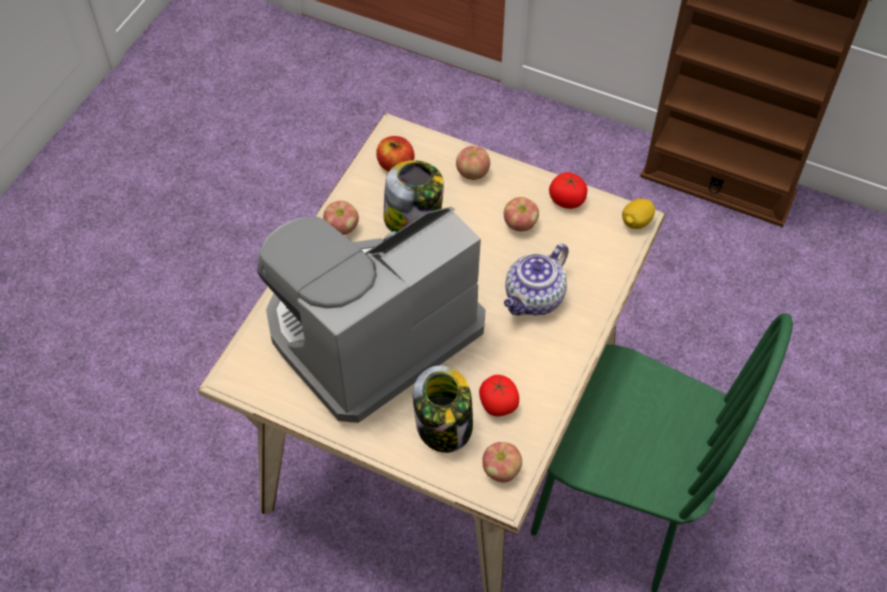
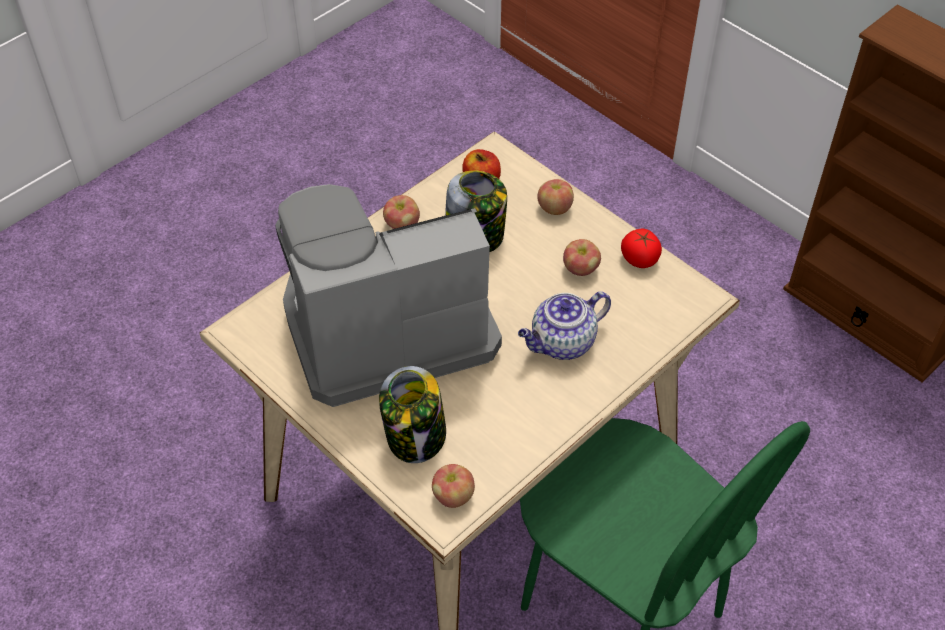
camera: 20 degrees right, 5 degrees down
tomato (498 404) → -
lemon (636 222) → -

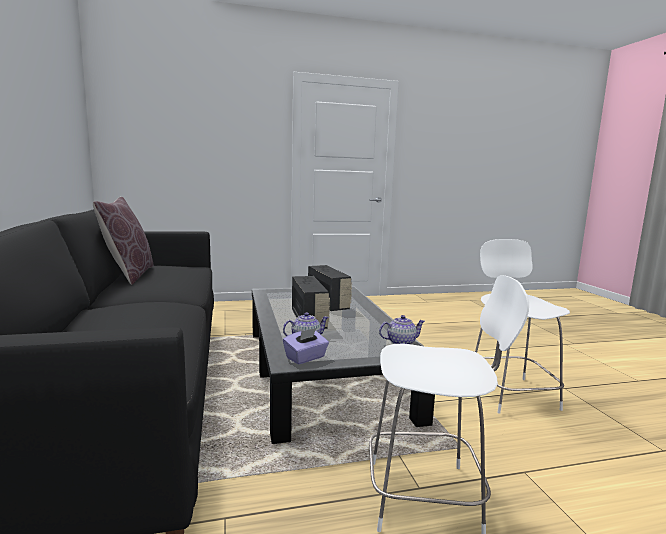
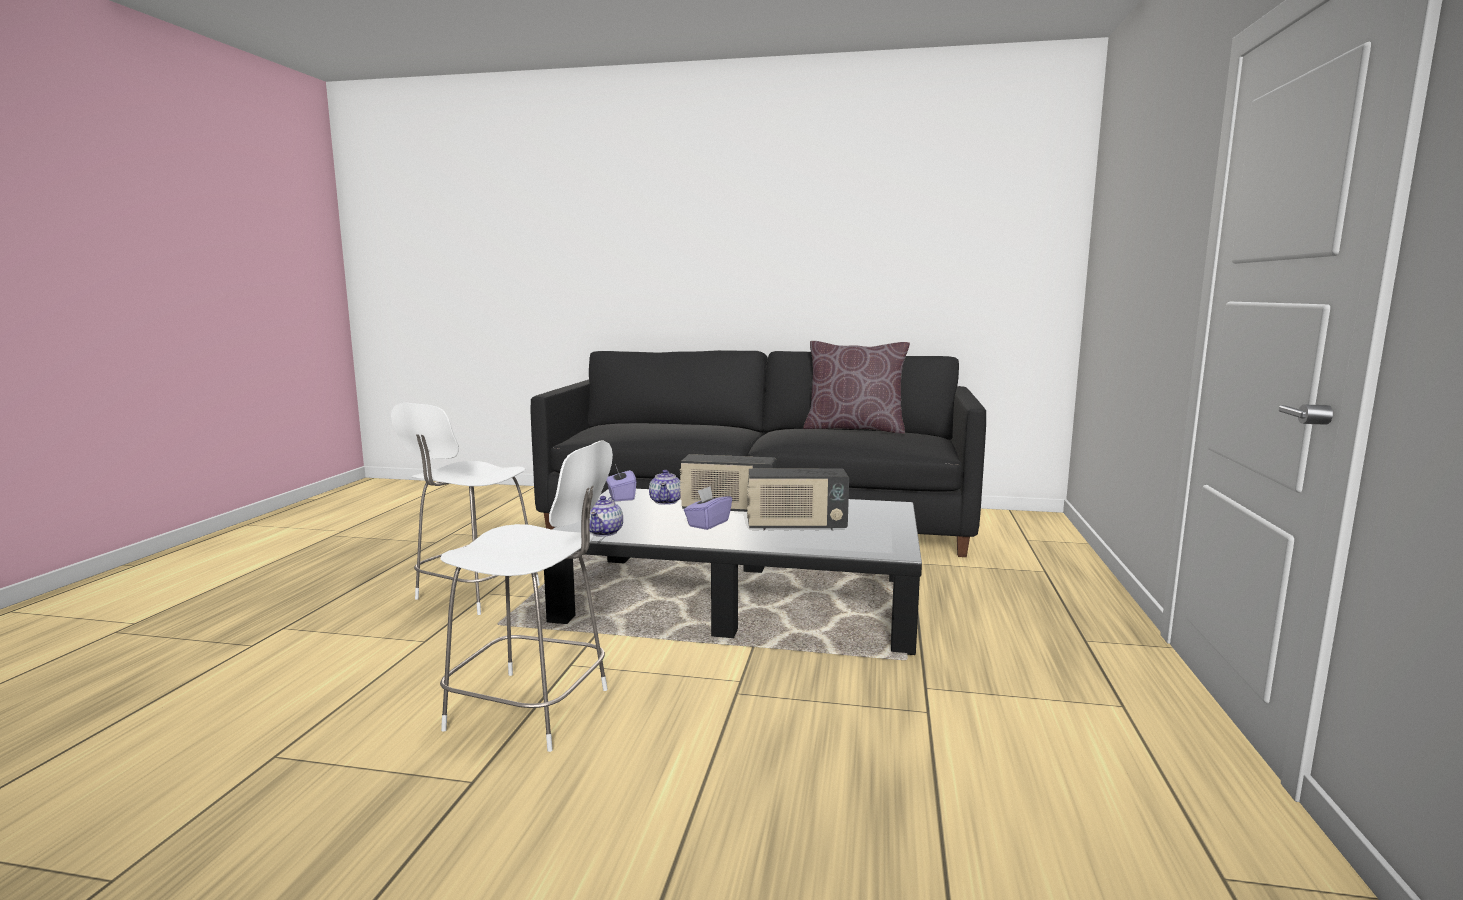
camera: 115 degrees right, 0 degrees up
- → tissue box/purple (708 523)

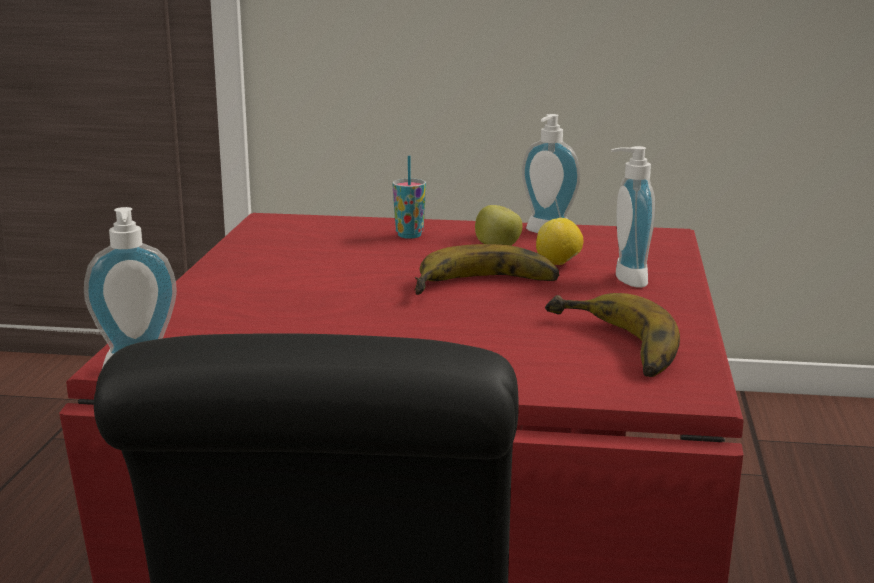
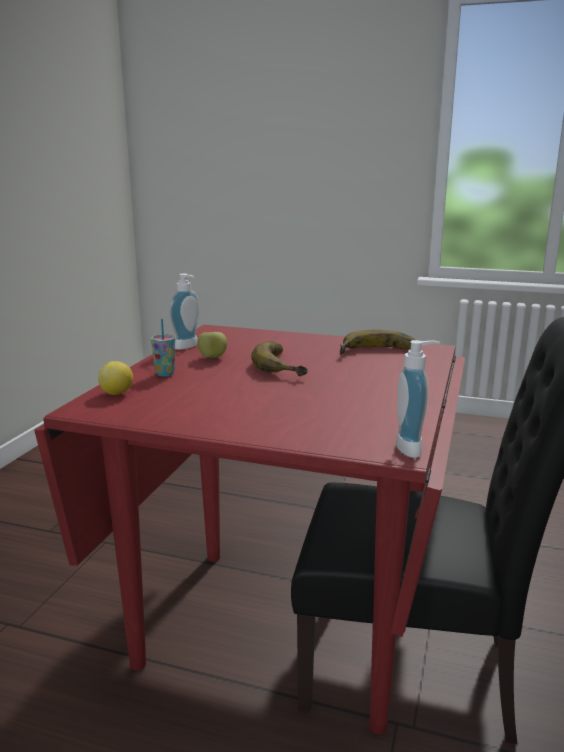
camera: 80 degrees left, 0 degrees up
lemon (559 264) → lemon (117 393), relocated
soap dispenser (625 279) → -

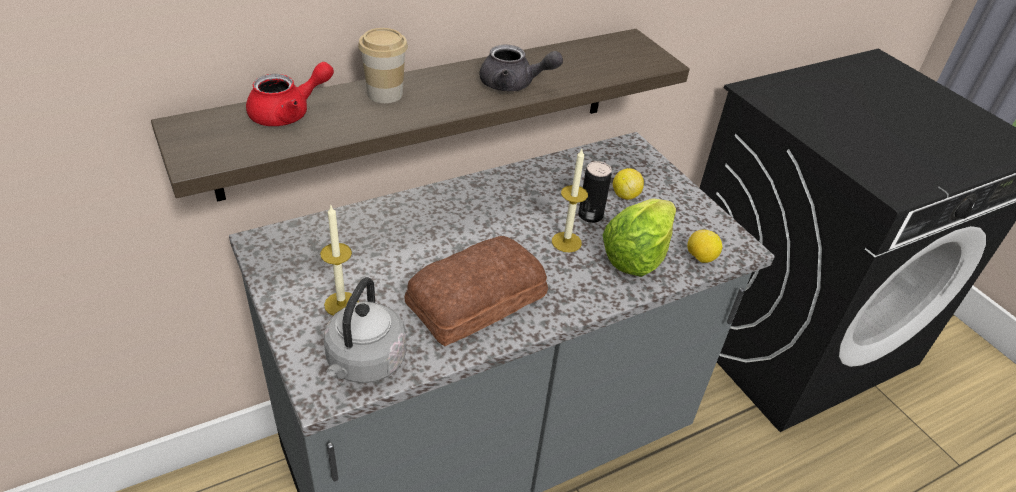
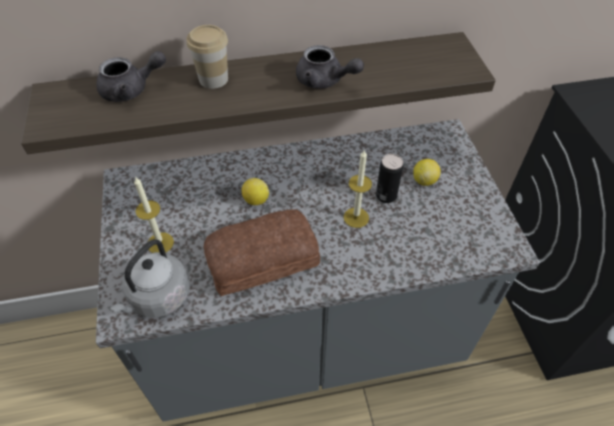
camera: 20 degrees right, 10 degrees up
teapot/red (289 113) → teapot/grey (131 90)
lettuce (637 256) → -
lemon (700 258) → lemon (256 200), relocated

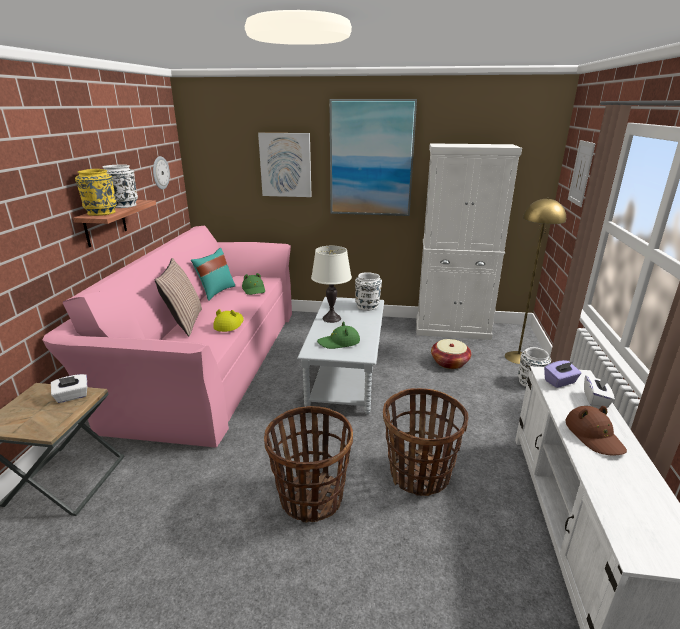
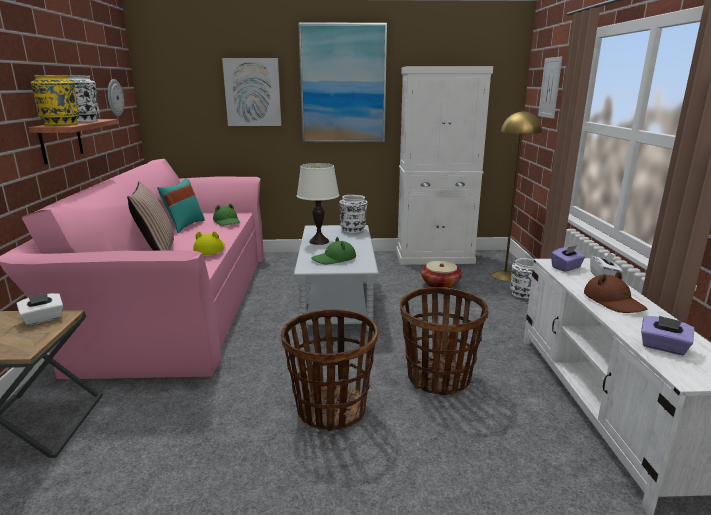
camera: 10 degrees left, 5 degrees down
- → tissue box/purple (663 347)

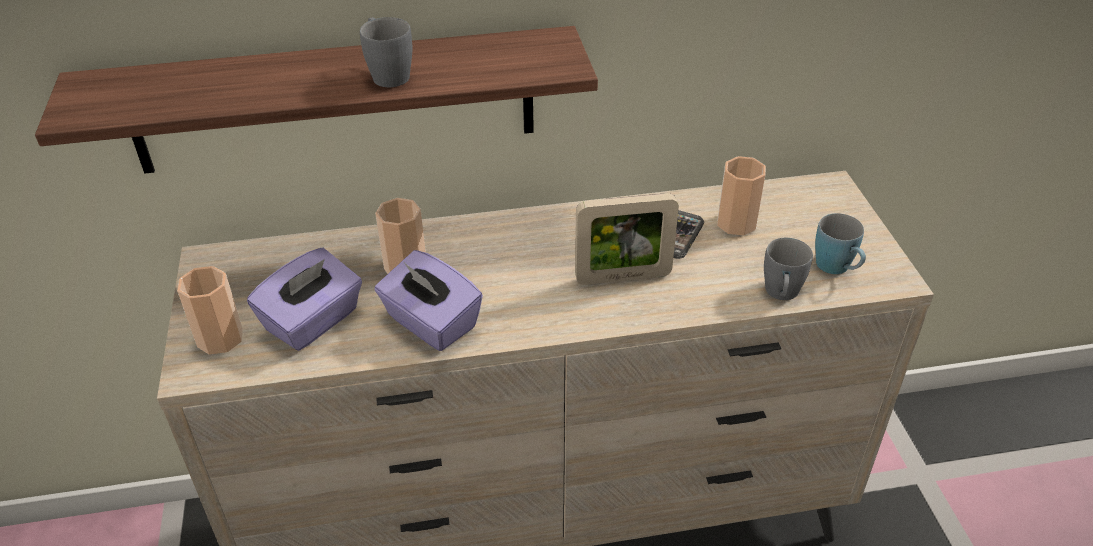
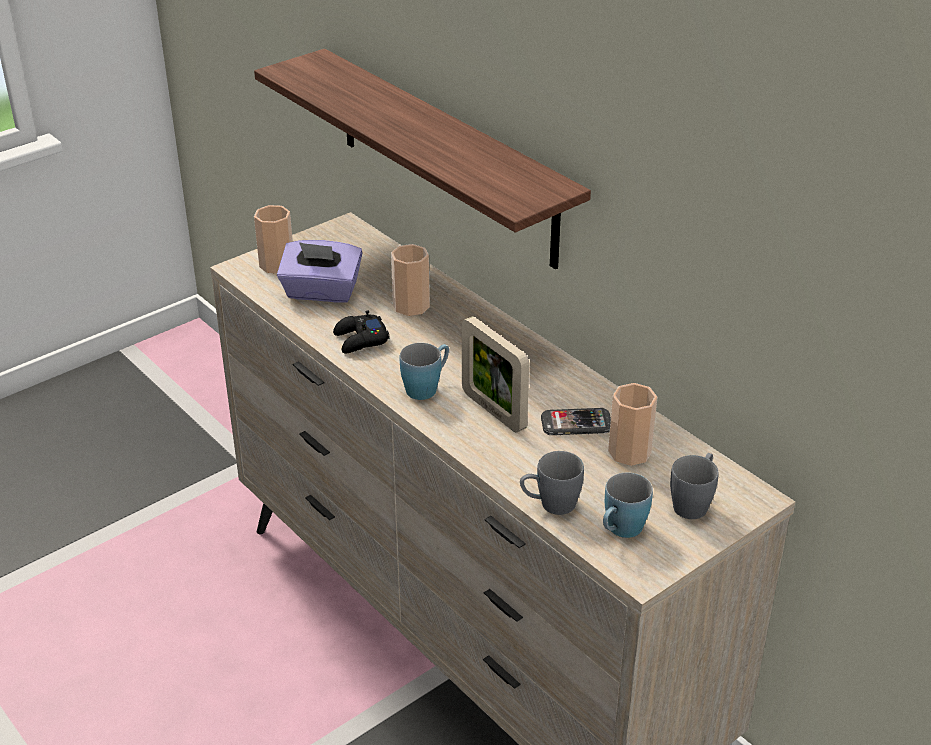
camera: 60 degrees right, 5 degrees down
mug/grey (387 73) → mug/grey (693 502), relocated
tissue box/purple (430 323) → game controller/black (360 340)
- → mug/blue (427 387)

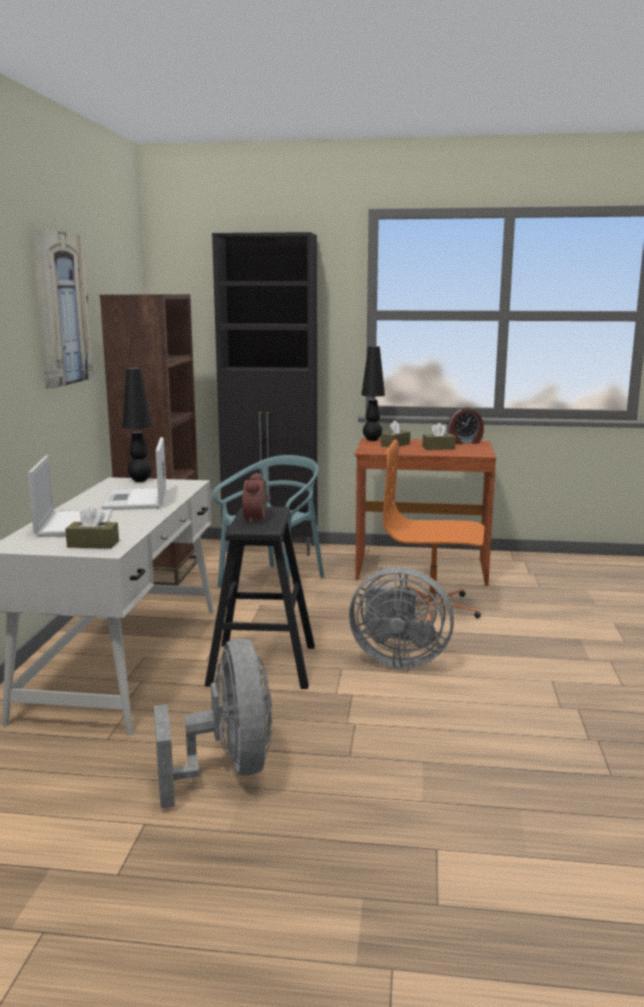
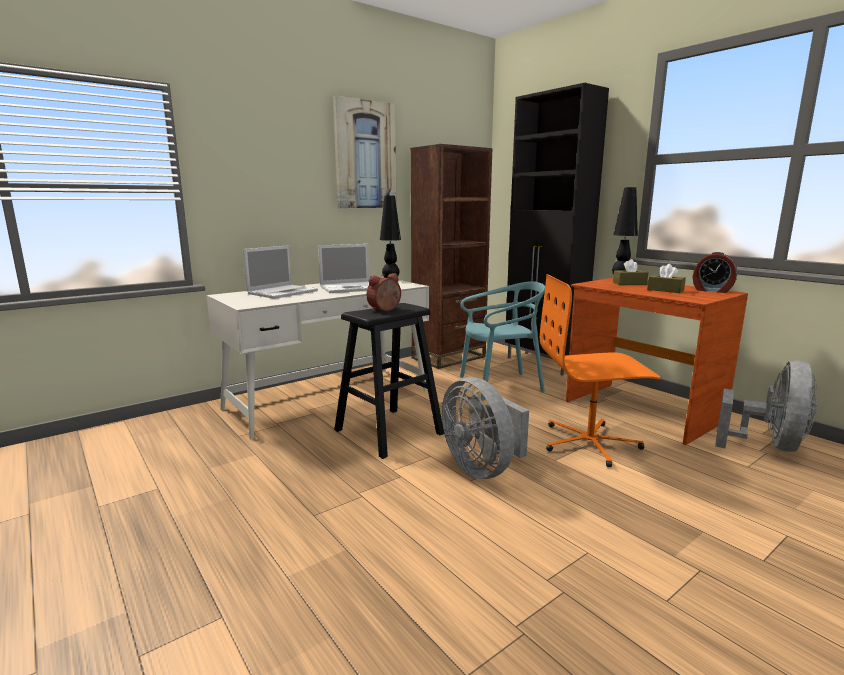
camera: 45 degrees right, 0 degrees up
tissue box/brown (93 544) → -
laptop (136 500) → laptop (351 288), 150 degrees counterclockwise
fan/grey (227 769) → fan/grey (769 446), relocated
office chair/orange (432 608) → office chair/orange (590 443), 60 degrees counterclockwise

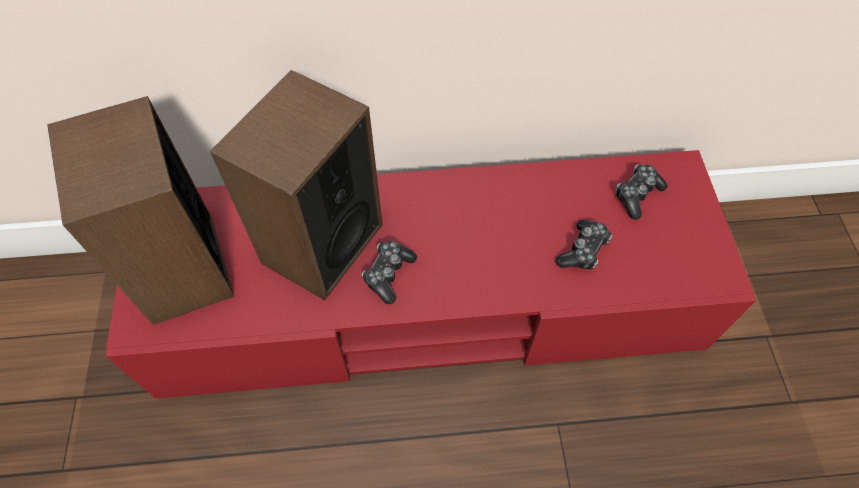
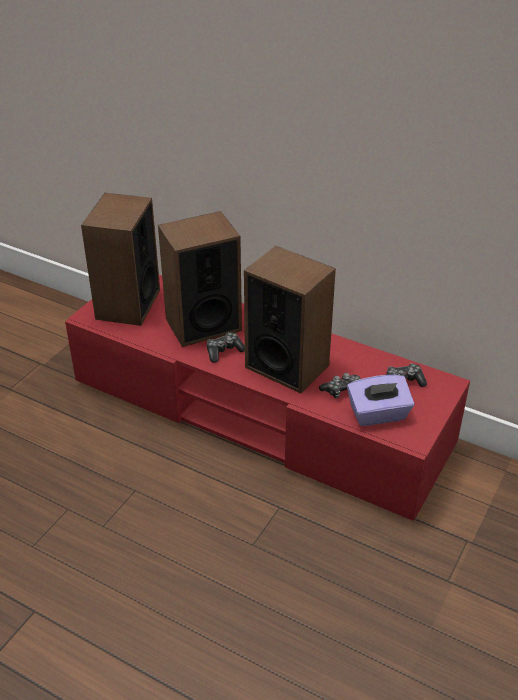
camera: 35 degrees right, 20 degrees down
- → speaker (287 366)
- → tissue box/purple (378 414)

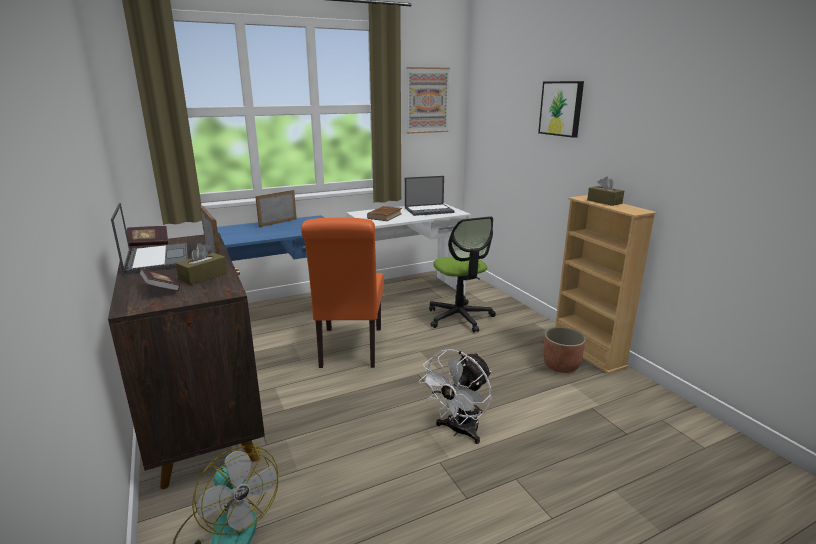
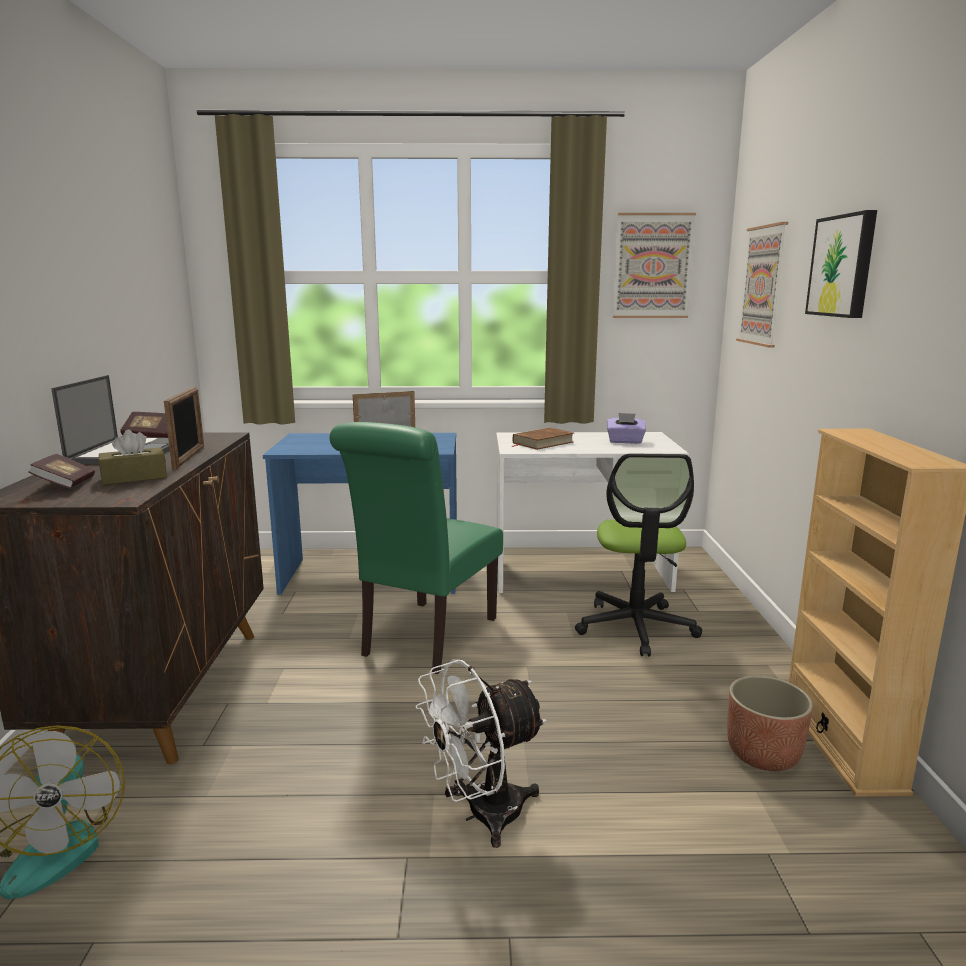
camera: 25 degrees right, 5 degrees down
chair/orange (350 350) → chair/green (425 639)
laptop (429 210) → tissue box/purple (625 441)
tissue box/brown (604 202) → -
- → picture (763 285)

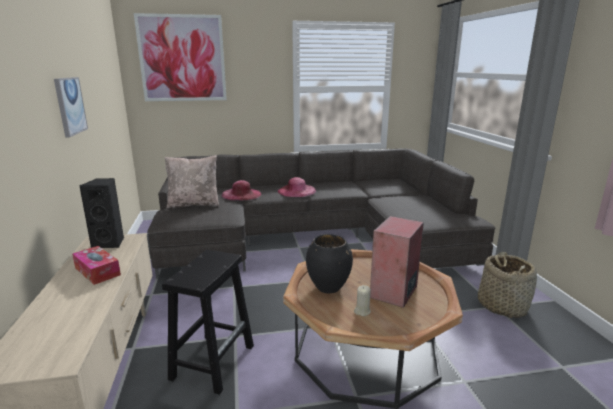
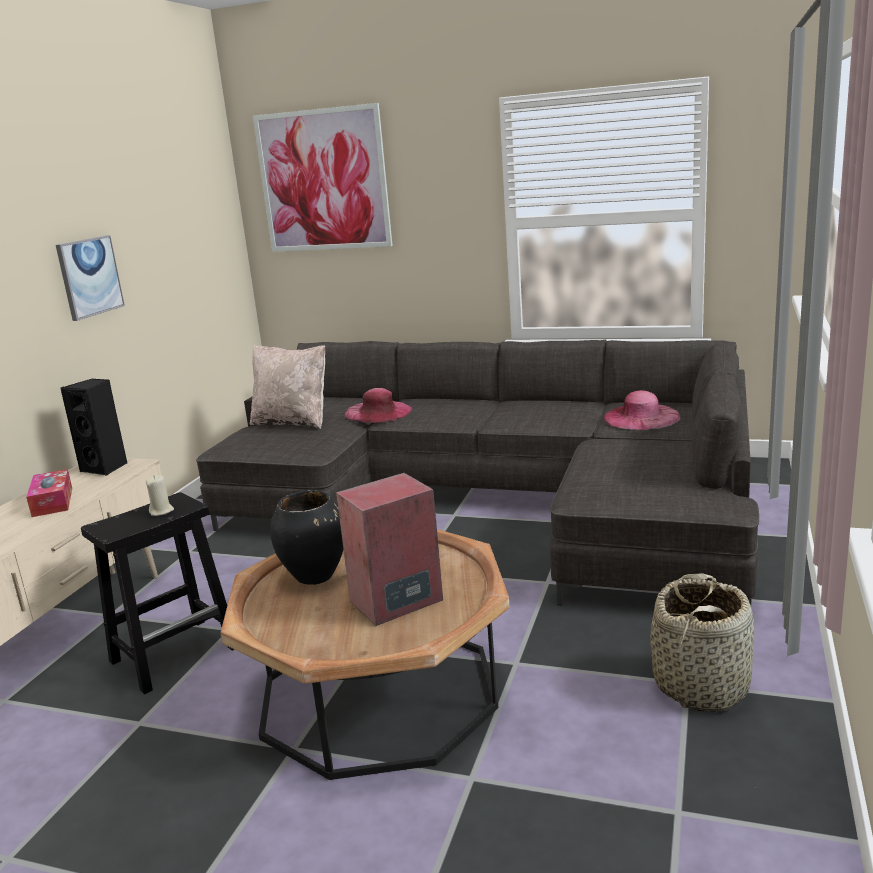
camera: 30 degrees right, 0 degrees up
hat/pink (296 191) → hat/pink (641 417), relocated
candle/beige (362 311) → candle/beige (161 511), relocated

